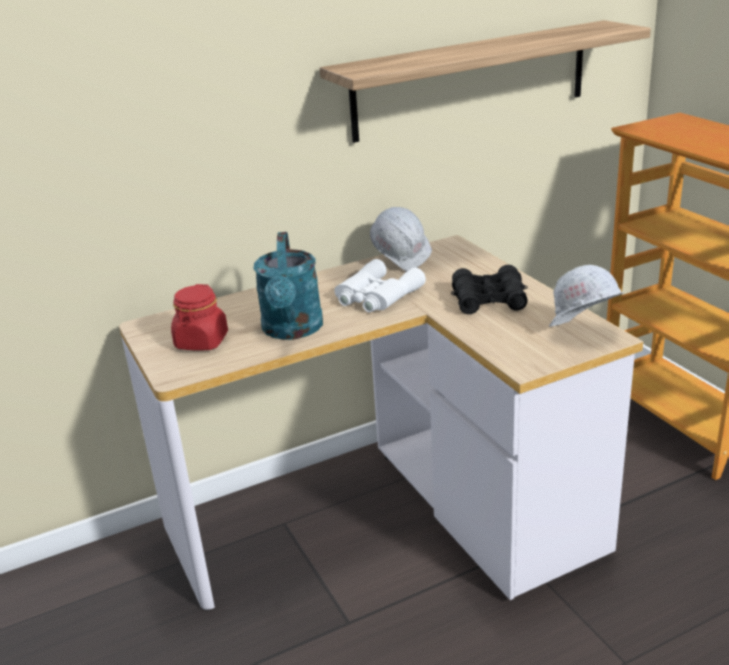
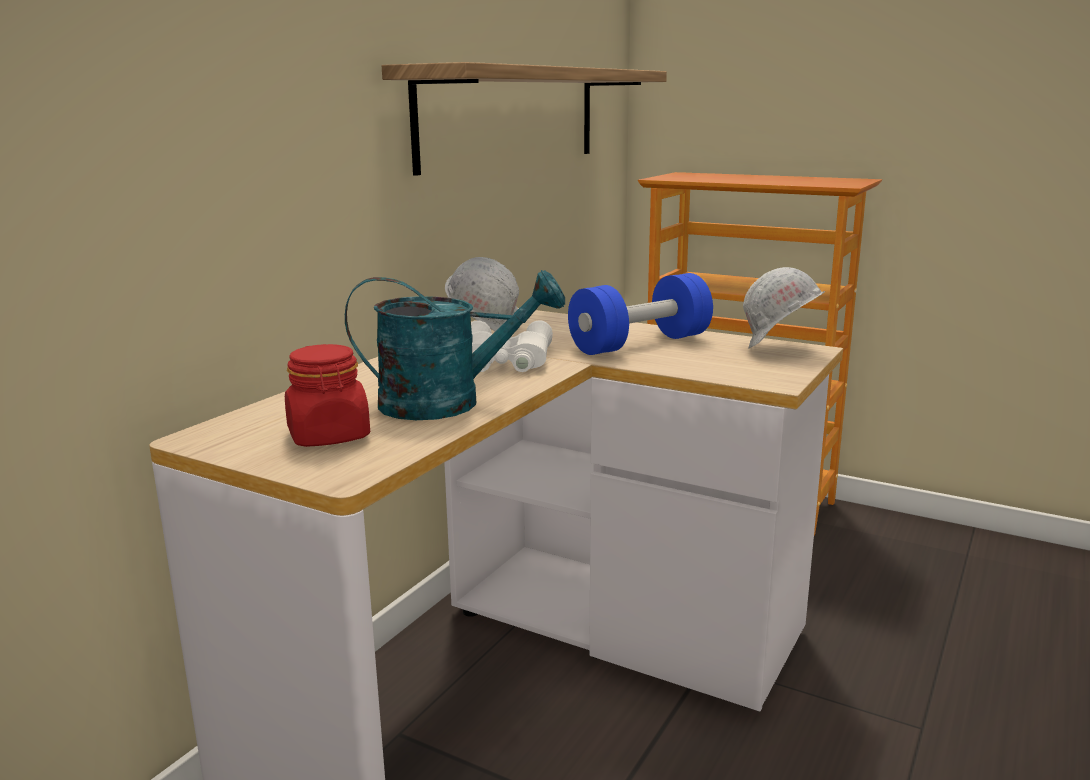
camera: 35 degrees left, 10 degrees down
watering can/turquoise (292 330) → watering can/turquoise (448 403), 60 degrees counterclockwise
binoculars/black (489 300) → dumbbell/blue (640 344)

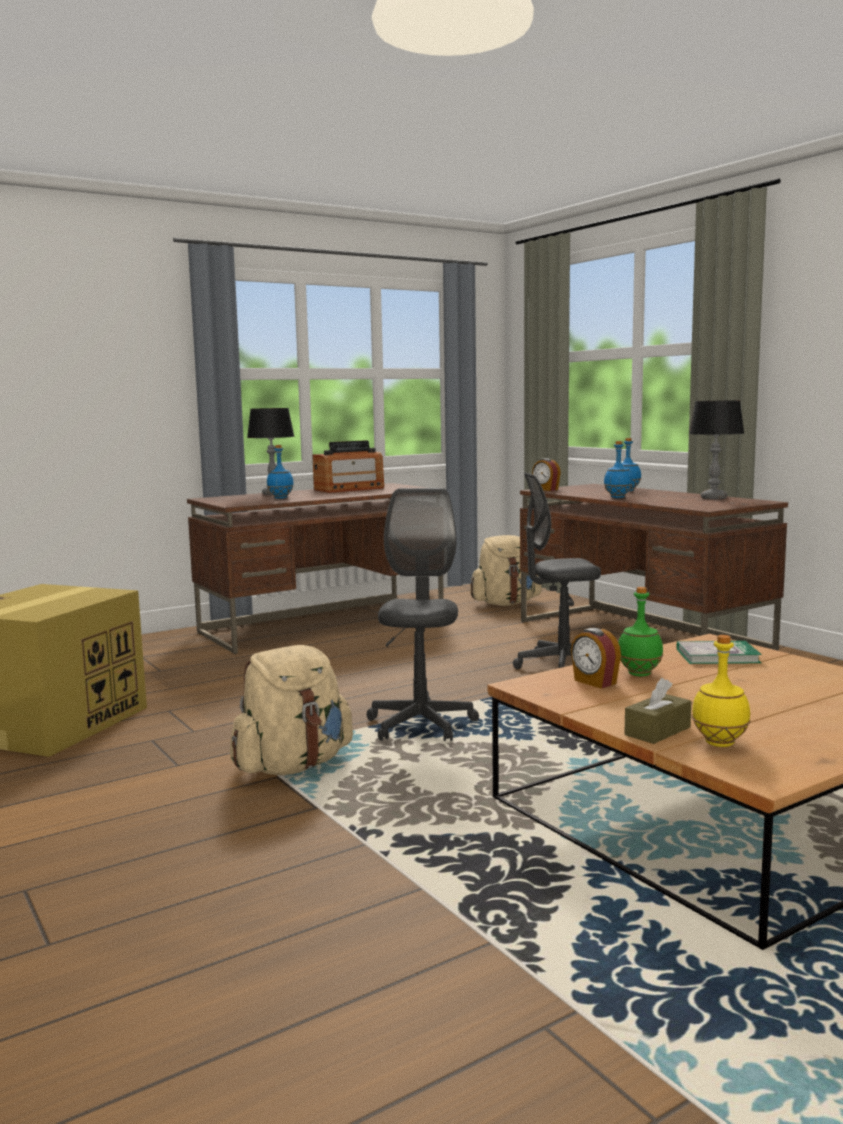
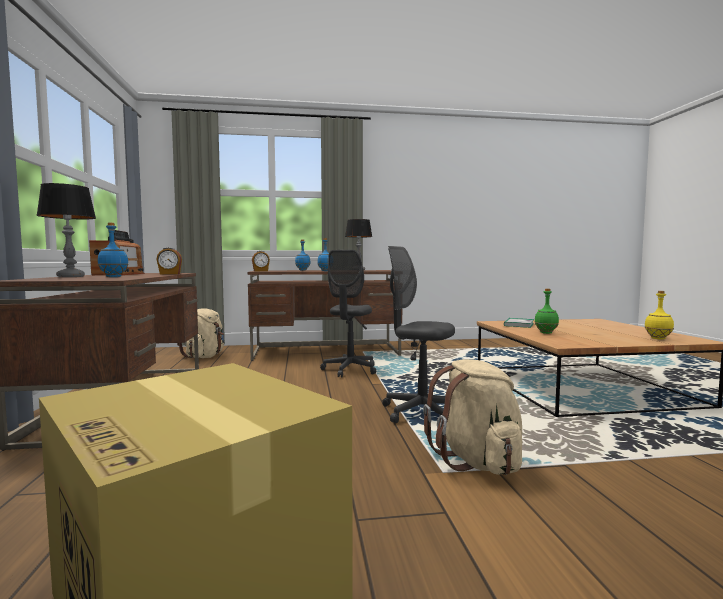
camera: 65 degrees left, 5 degrees down
alarm clock (594 682) → alarm clock (170 274), relocated
tissue box/brown (657 731) → -

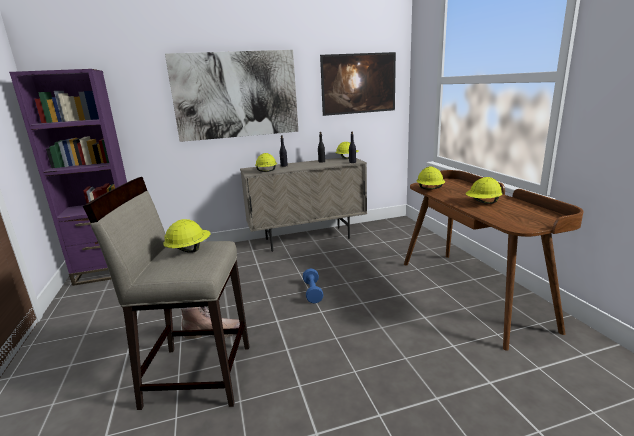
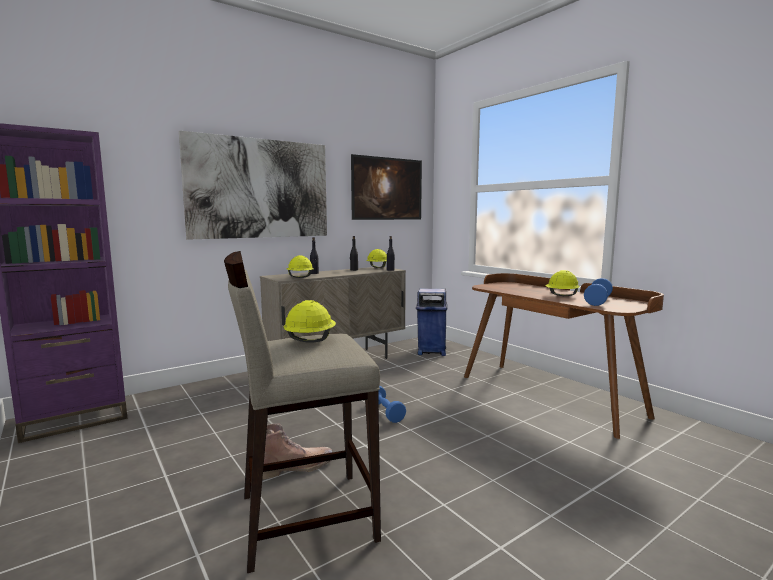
camera: 20 degrees left, 10 degrees down
hard hat/yellow (430 189) → -
- → trash can/blue (431 351)
- → dumbbell/blue (598 301)

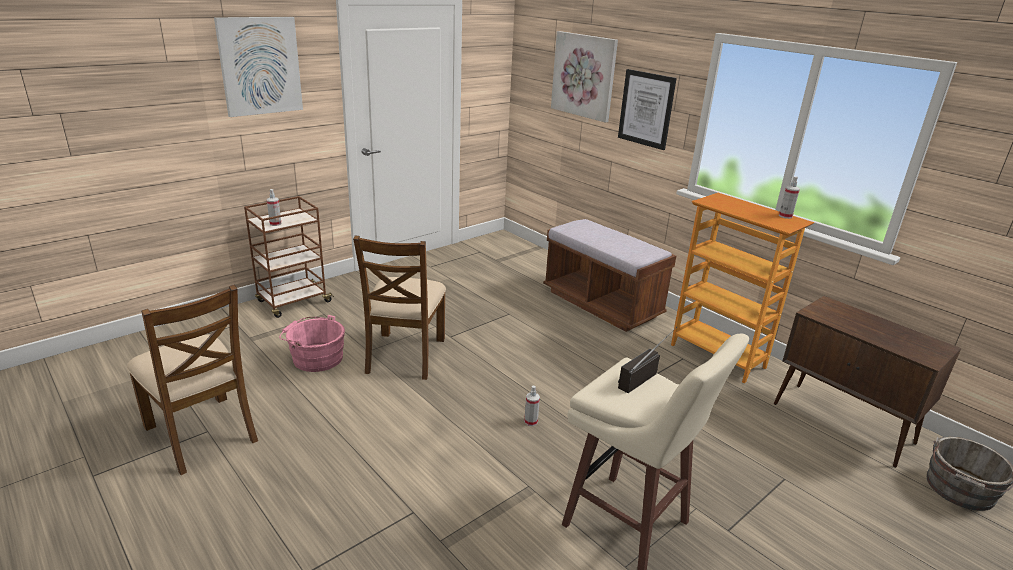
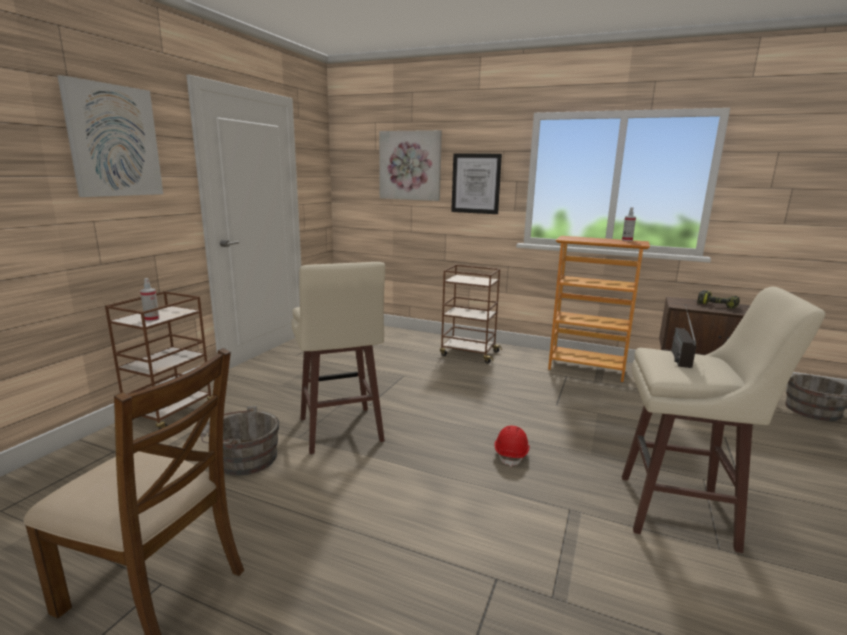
camera: 25 degrees left, 10 degrees down
bucket/pink (315 357) → bucket/grey (243 459)
chair/brown (404 355) → stool/beige (340 431)
spray bottle (531 421) → hard hat/red (511 454)
bench/brown (601 304) → cart/brown (468 353)
- → power drill (718 305)

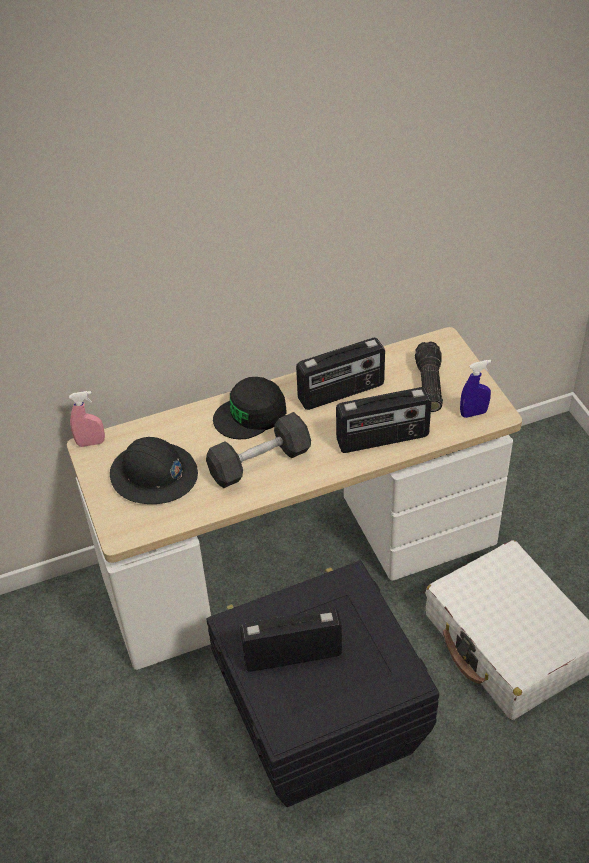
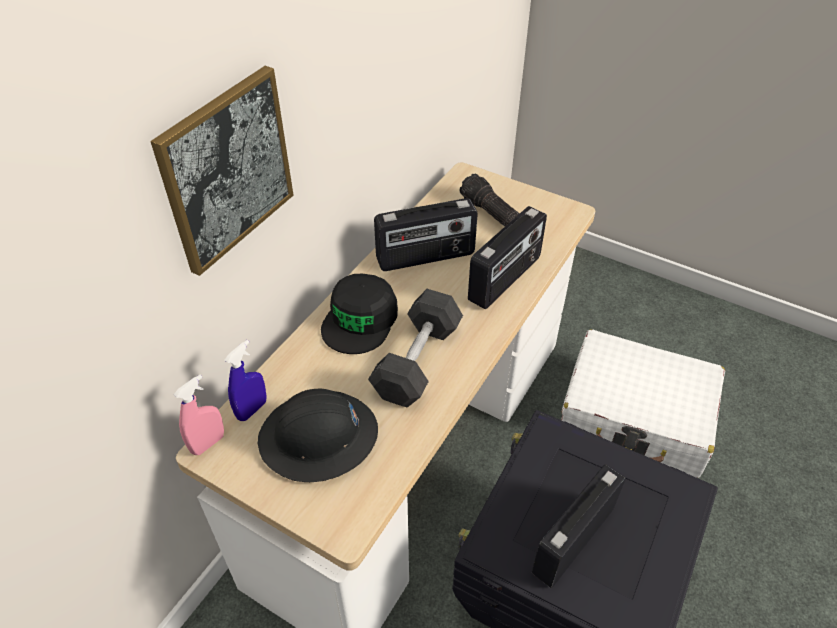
camera: 40 degrees left, 0 degrees up
radio (341 393) → radio (426 257), 45 degrees clockwise
spray bottle/blue (473 413) → spray bottle/blue (252 410), relocated
- → picture (227 170)

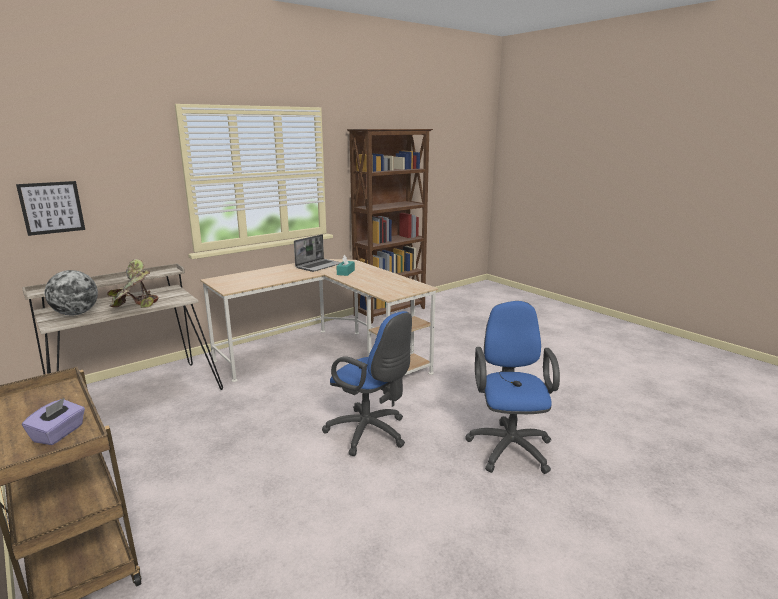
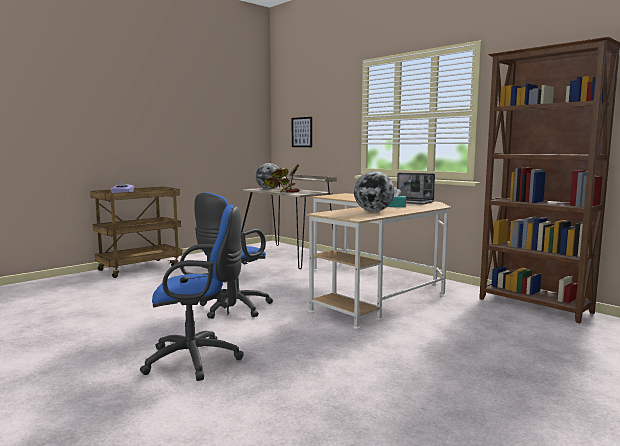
camera: 85 degrees right, 10 degrees down
- → globe (373 211)

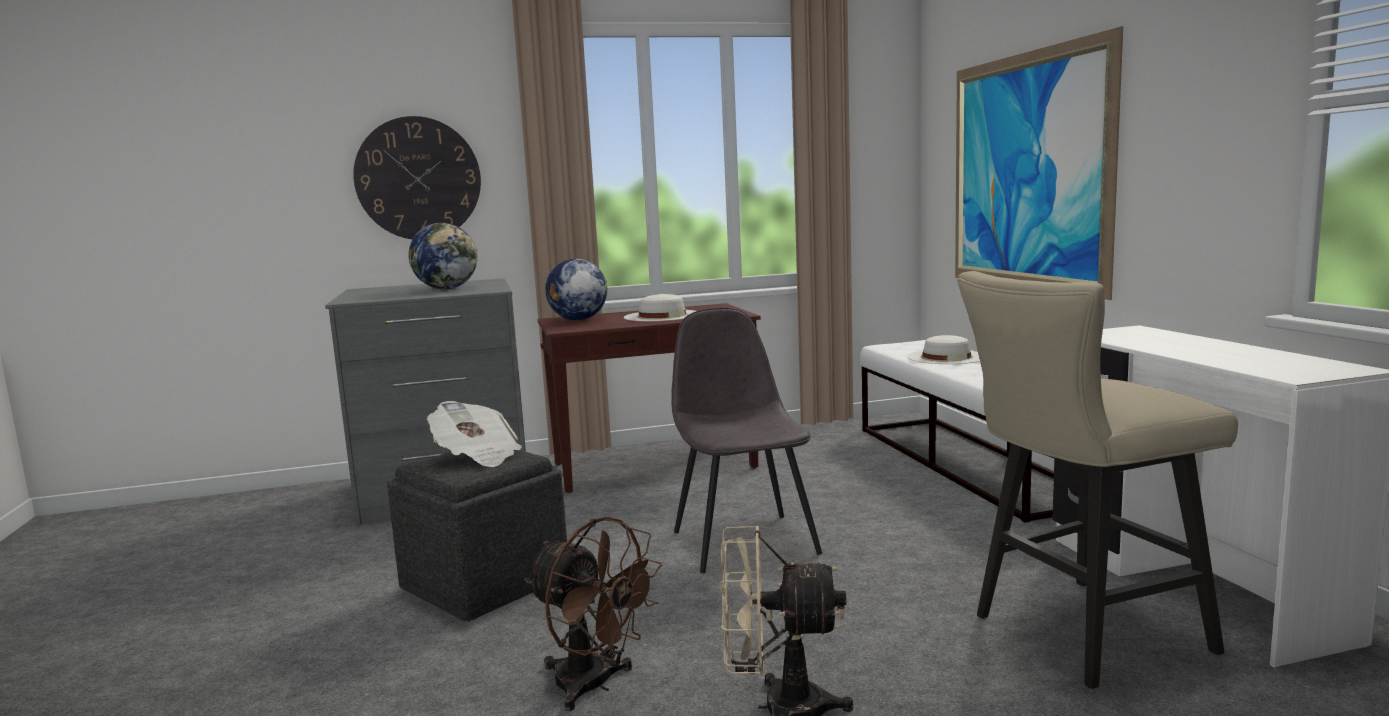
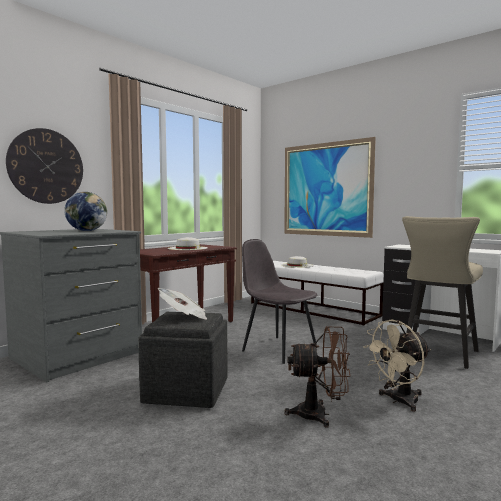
camera: 35 degrees left, 5 degrees down
globe (578 320) → -

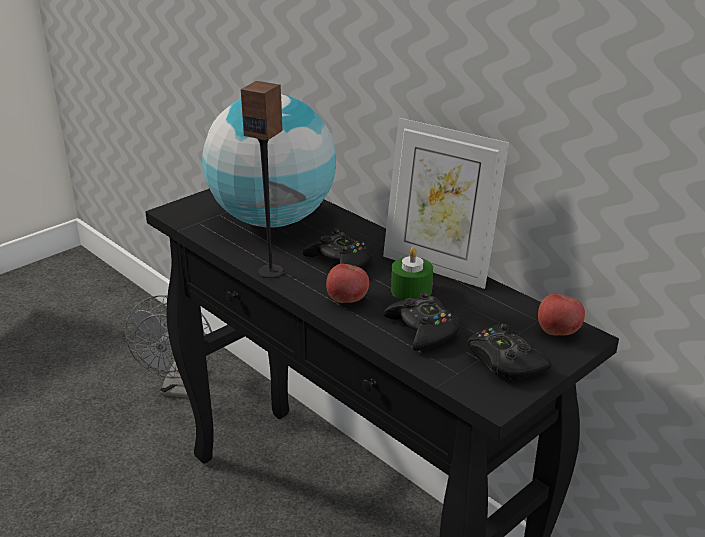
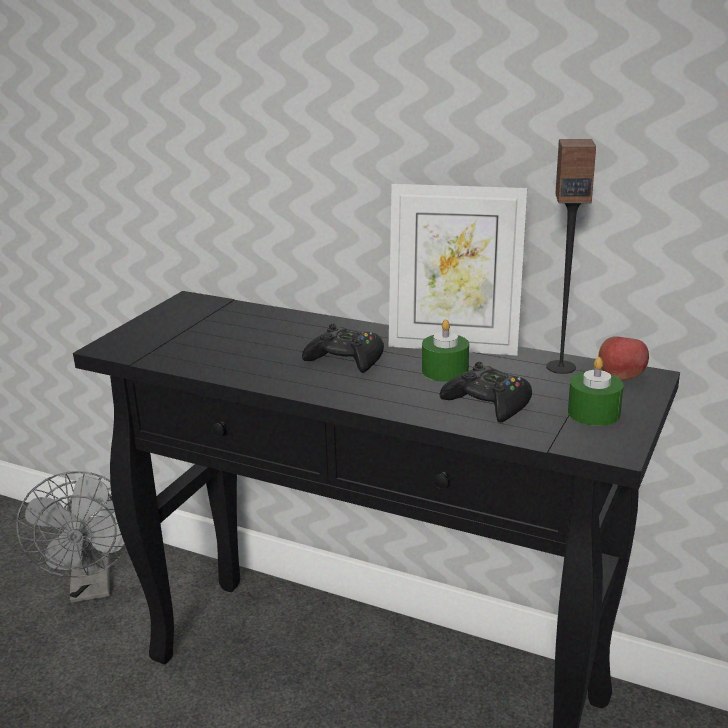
camera: 20 degrees left, 5 degrees down
globe (272 220) → -
speaker (271 271) → speaker (561 367), relocated
apple (347 300) → -
game controller/black (504 361) → candle/green (593 413)

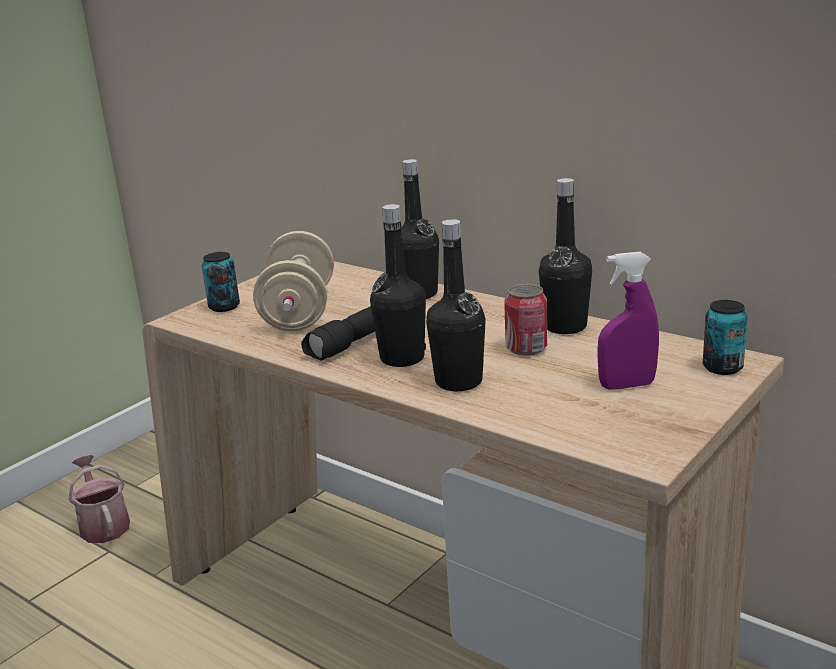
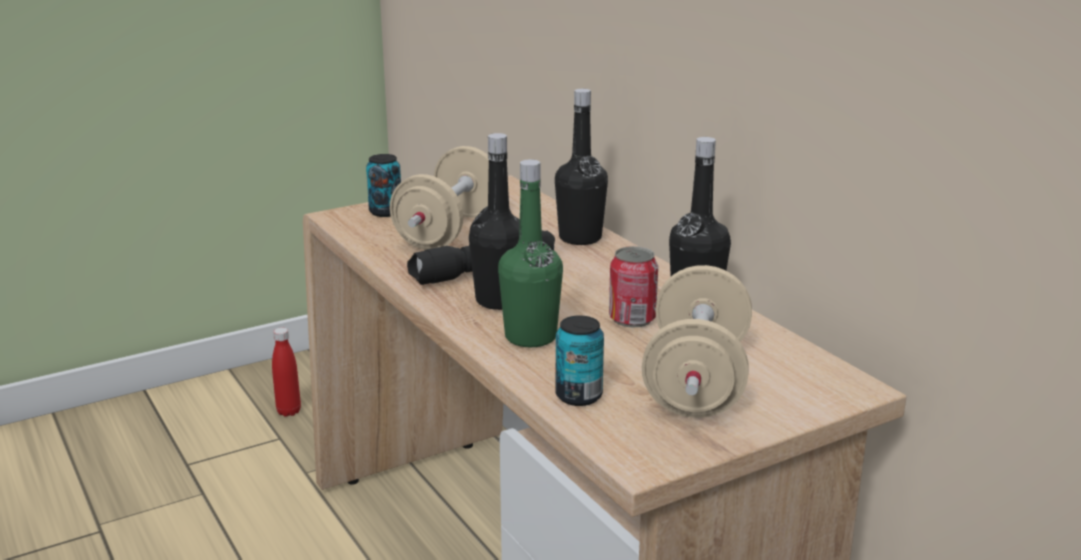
camera: 20 degrees right, 0 degrees up
watering can (103 524) → bottle/red (289 411)
bottle/black (458 382) → bottle/green (530 337)
spray bottle/purple (627 385) → dumbbell/beige (696 382)
can (722 367) → can (578 396), relocated

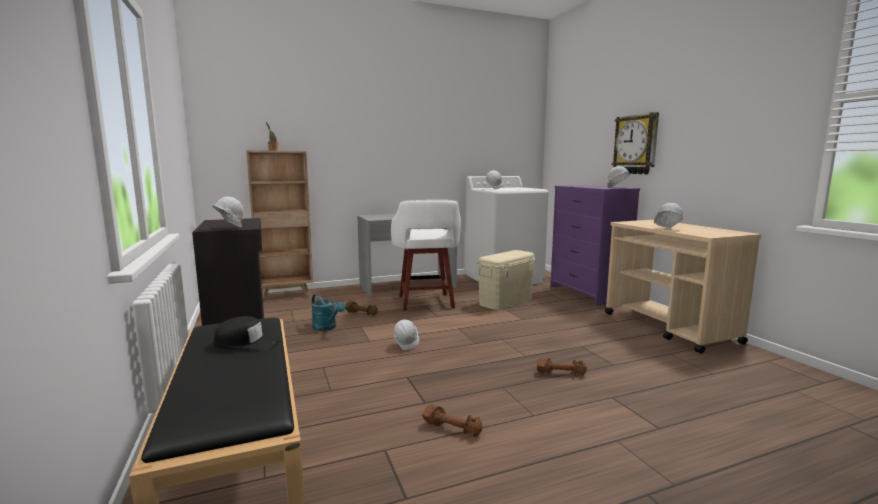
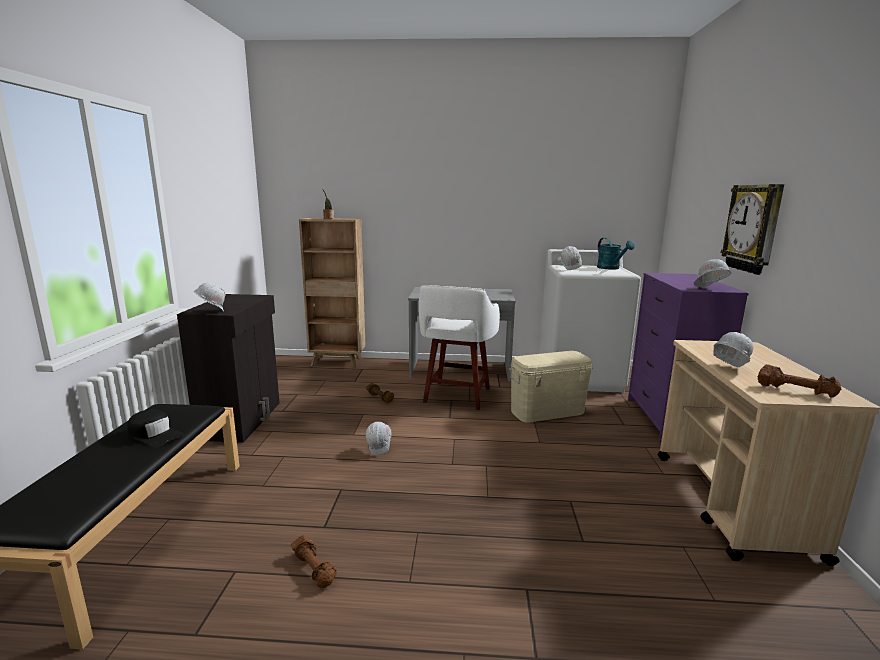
camera: 25 degrees right, 5 degrees up
watering can/turquoise (327 328) → watering can/turquoise (611 268), relocated
dumbbell/brown (560 373) → dumbbell/brown (795 390), relocated

